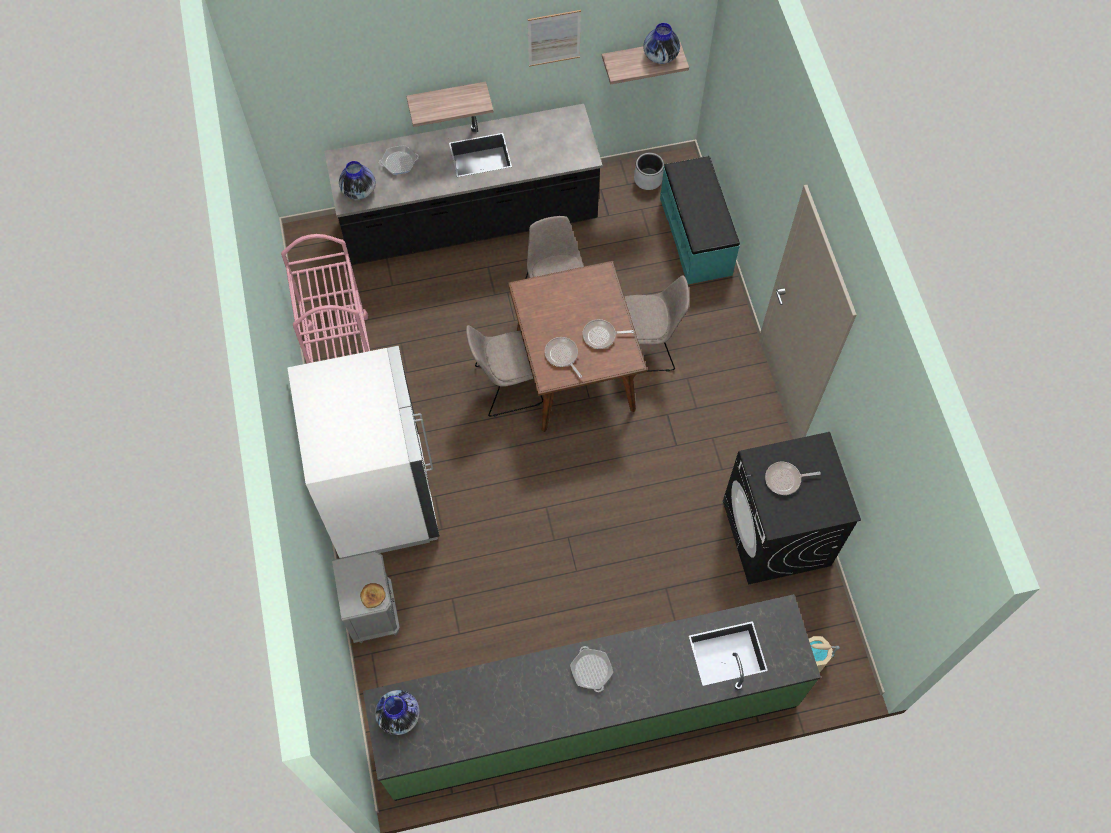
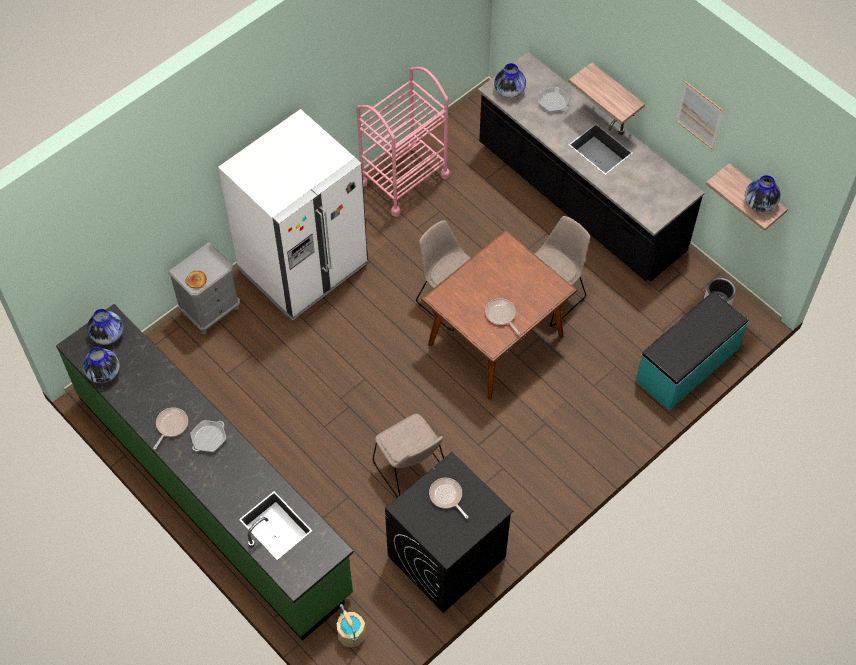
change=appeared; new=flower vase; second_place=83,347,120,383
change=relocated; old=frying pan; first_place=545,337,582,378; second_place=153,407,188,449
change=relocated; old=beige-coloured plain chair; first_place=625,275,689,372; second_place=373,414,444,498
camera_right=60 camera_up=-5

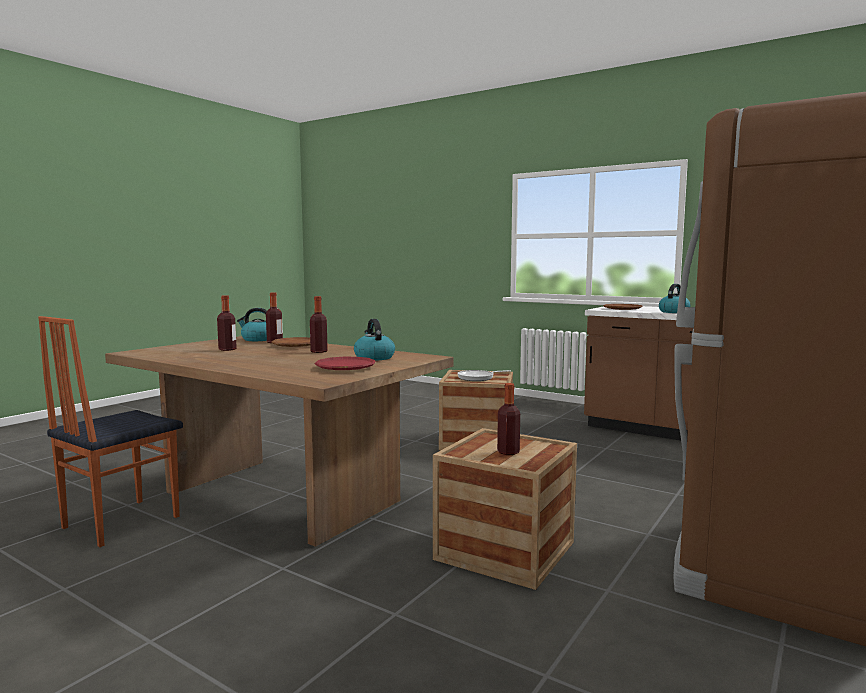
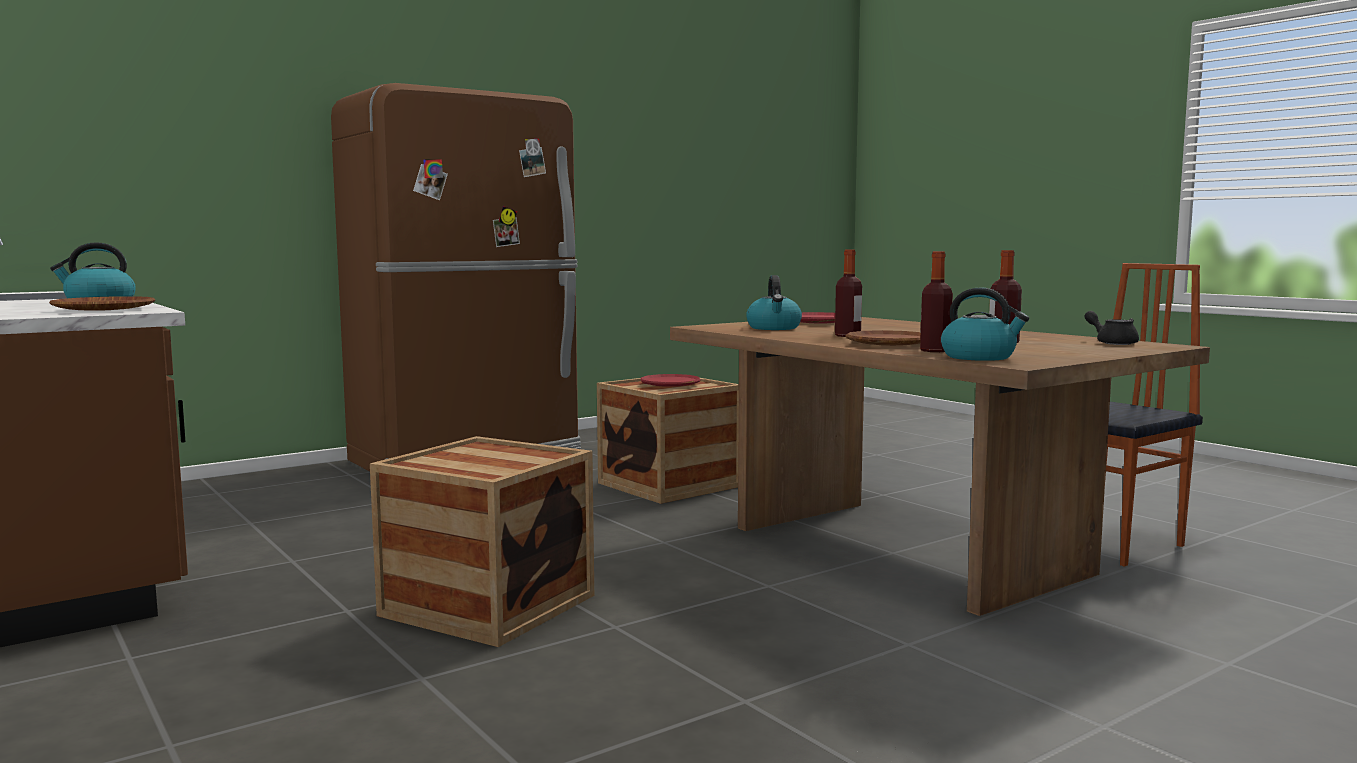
change=missing; old=frying pan; first_place=458,370,511,381
change=appeared; new=black-coloured teapot; second_place=1084,311,1139,345
change=exchanged; old=drink bottle; new=red-coloured dinner plate; first_place=497,383,520,455; second_place=640,374,701,387
camera_right=-160 camera_up=0

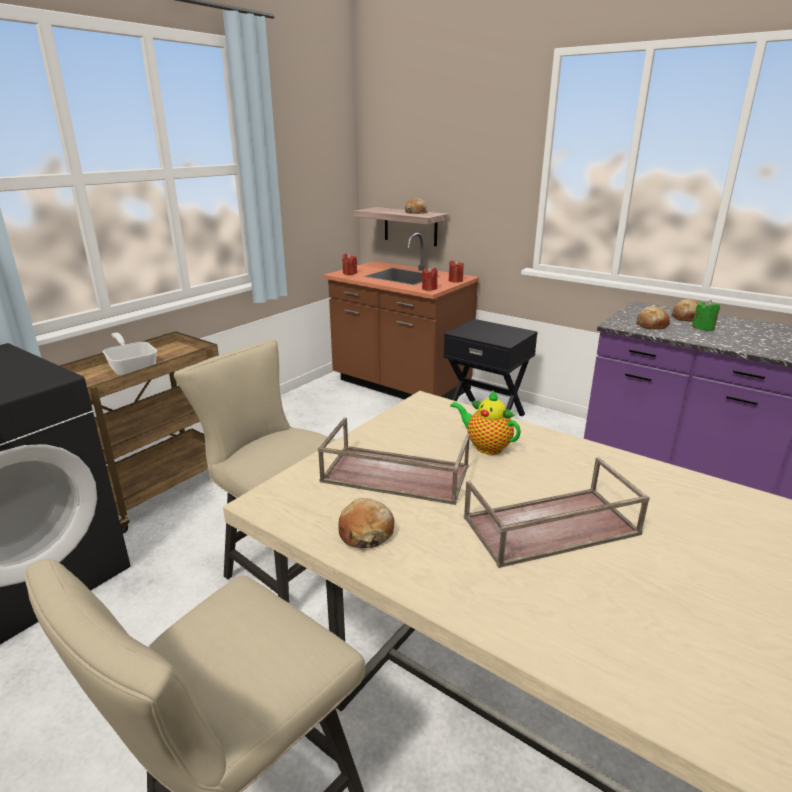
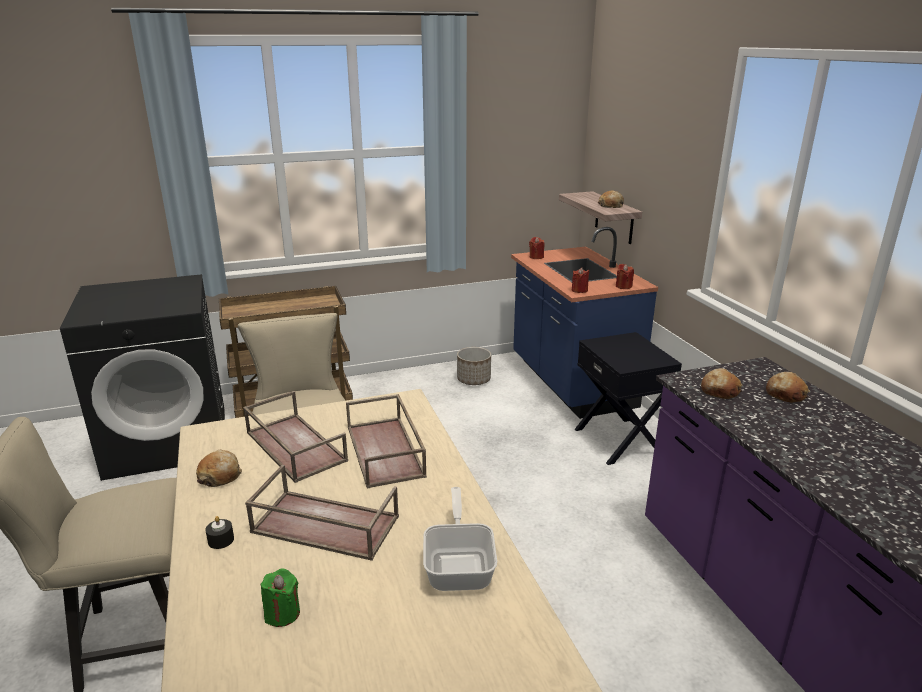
change=appeared; new=black-coloured candle; second_place=205,516,234,549
change=appeared; new=plant pot; second_place=457,347,491,385
change=relocated; old=frying pan; first_place=103,333,157,376; second_place=423,487,497,591
change=relocated; old=green candle; first_place=692,300,720,331; second_place=261,568,300,627
change=exchanged; old=teapot; new=brown-coloured carrying tray; first_place=450,390,521,455; second_place=346,394,427,489
change=colour; old=brown-coloured kitchen base unit; new=blue-coloured kitchen base unit; first_place=323,233,479,400; second_place=511,227,658,419
camera_right=35 camera_up=0

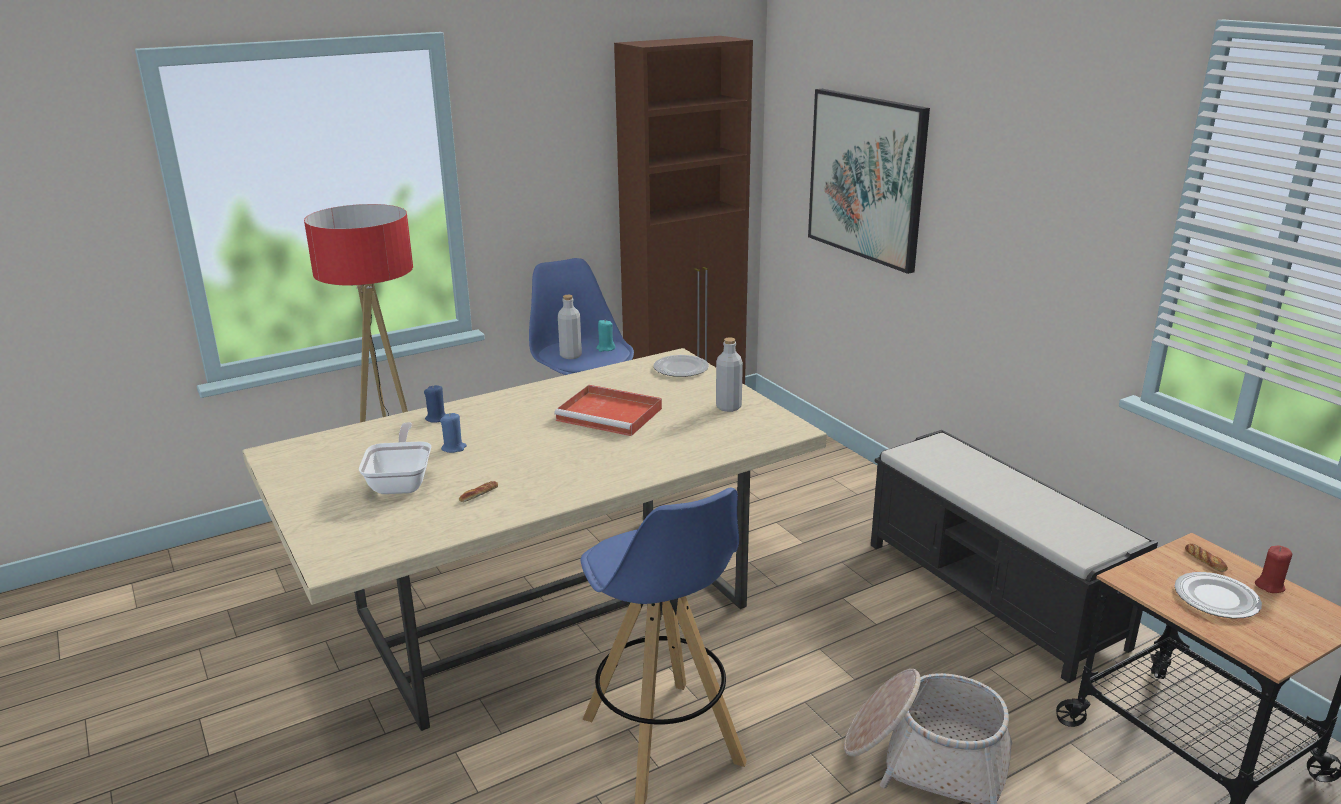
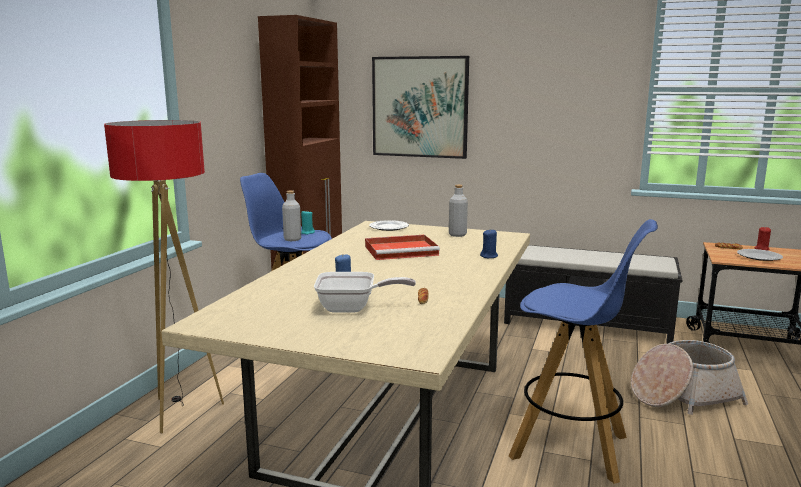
change=relocated; old=blue-coloured candle; first_place=424,385,445,423; second_place=480,230,498,258
change=spun; old=frying pan; first_place=359,422,431,494; second_place=314,272,416,312; degrees=135
camera_right=-40 camera_up=-10

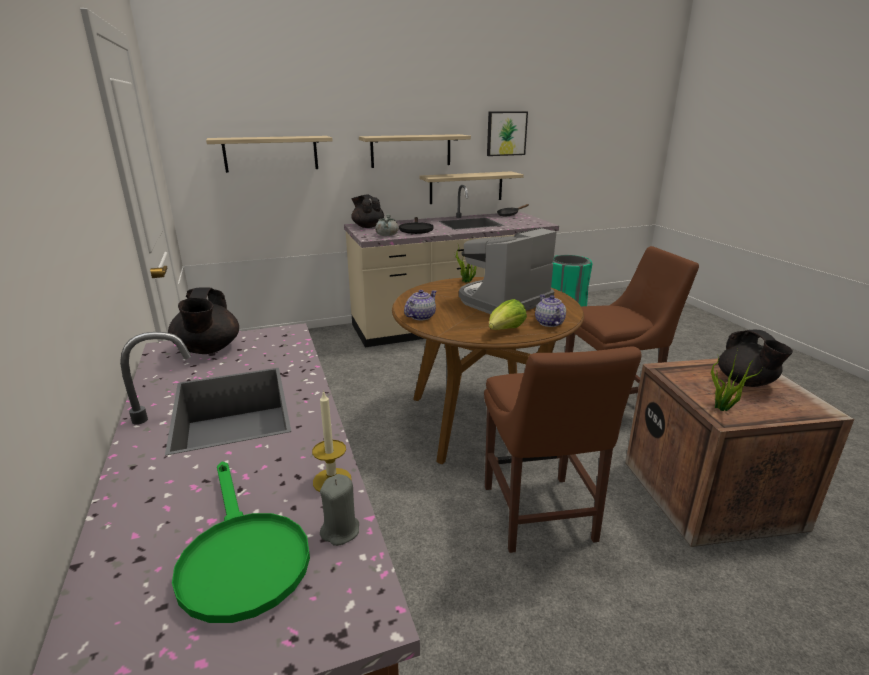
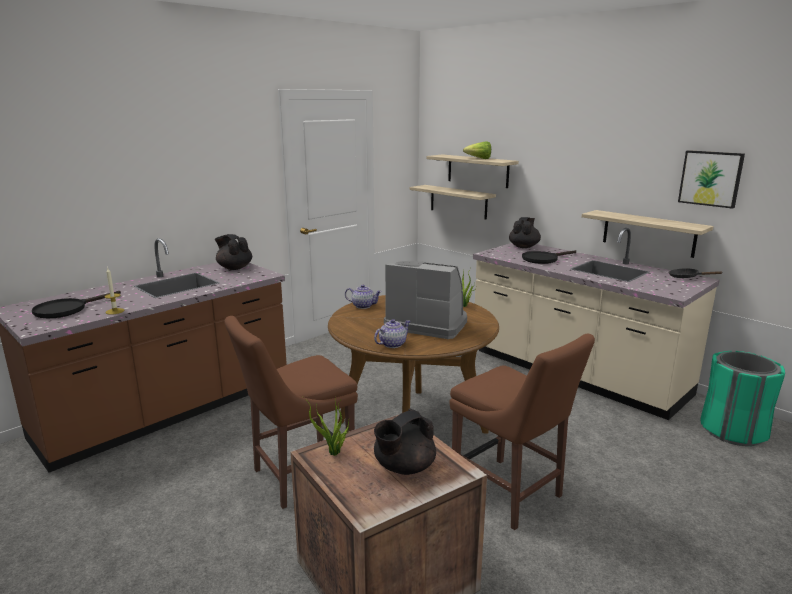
change=missing; old=greyish candle; first_place=320,474,359,546
change=missing; old=greyish saucepot; first_place=375,214,399,236
change=relocated; old=bracket shelf; first_place=359,134,471,168; second_place=410,185,496,220
change=relocated; old=lettuce head; first_place=489,299,527,330; second_place=463,141,491,159
change=colour; old=green frying pan; new=black-coloured frying pan; first_place=172,461,310,623; second_place=32,291,121,318
change=spun; old=black-coloured teapot; first_place=168,287,239,354; second_place=215,234,252,270; degrees=75
camera_right=65 camera_up=-5

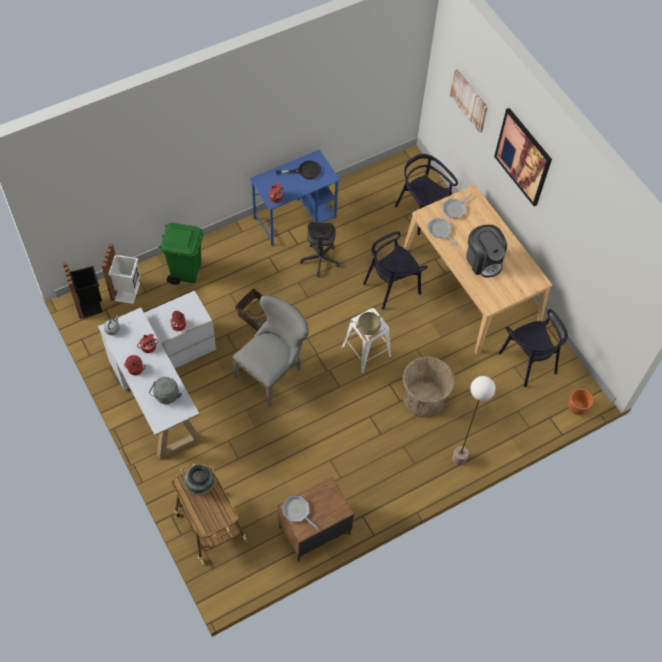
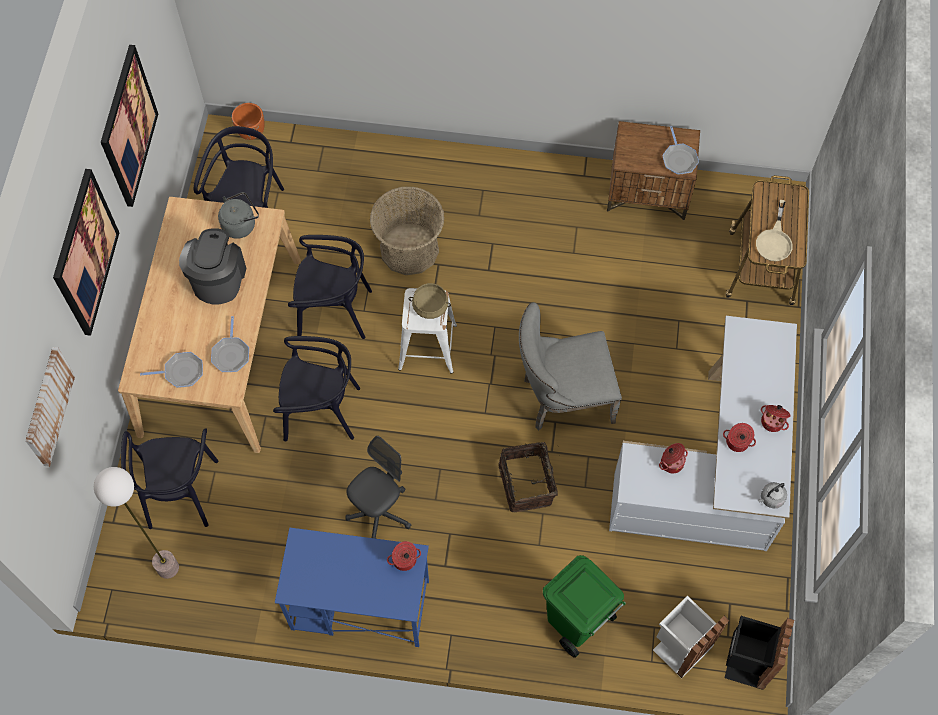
change=missing; old=black-coloured frying pan; first_place=276,161,321,179
change=appeared; new=wall art; second_place=101,45,158,207
change=appeared; new=black-coloured plain chair; second_place=288,235,372,339
change=relocated; old=greyish water kettle; first_place=149,377,182,404; second_place=218,192,259,239
change=relocated; old=standing lamp; first_place=452,376,495,466; second_place=94,467,179,579
change=exchanged; old=flower vase; new=beige-coloured frying pan; first_place=185,465,215,495; second_place=756,200,792,261
camera_right=-140 camera_up=5

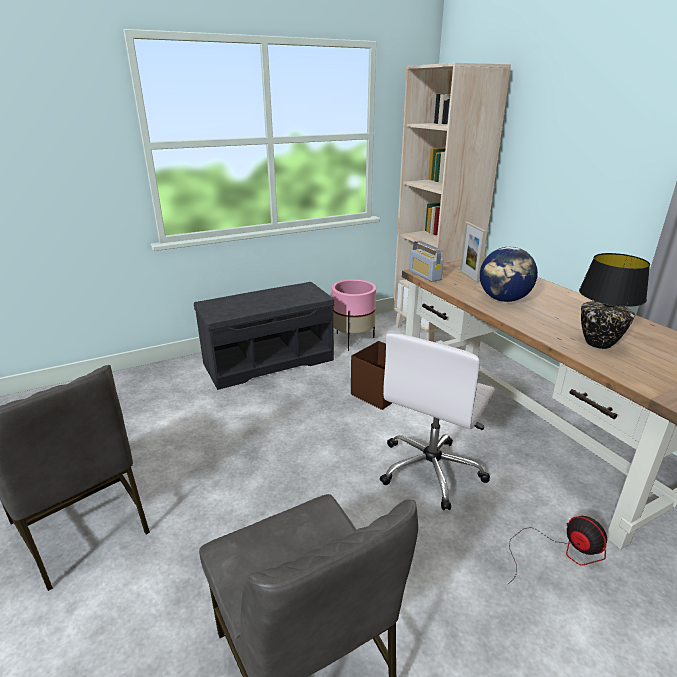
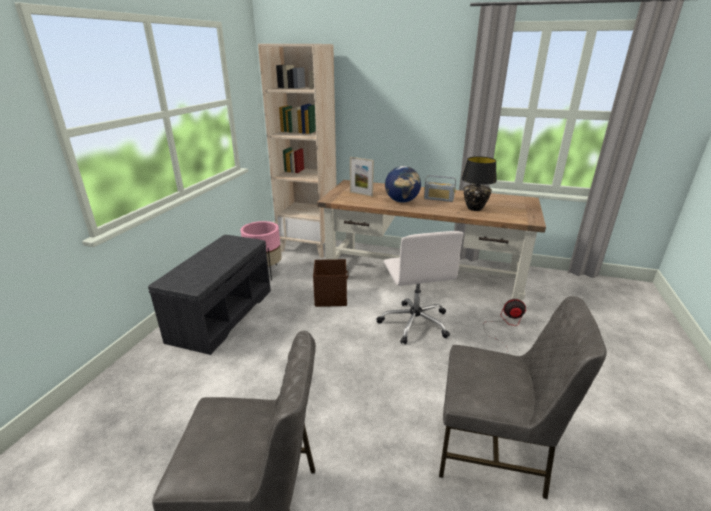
change=relocated; old=radio set; first_place=409,241,443,282; second_place=424,175,456,202
camera_right=-45 camera_up=0

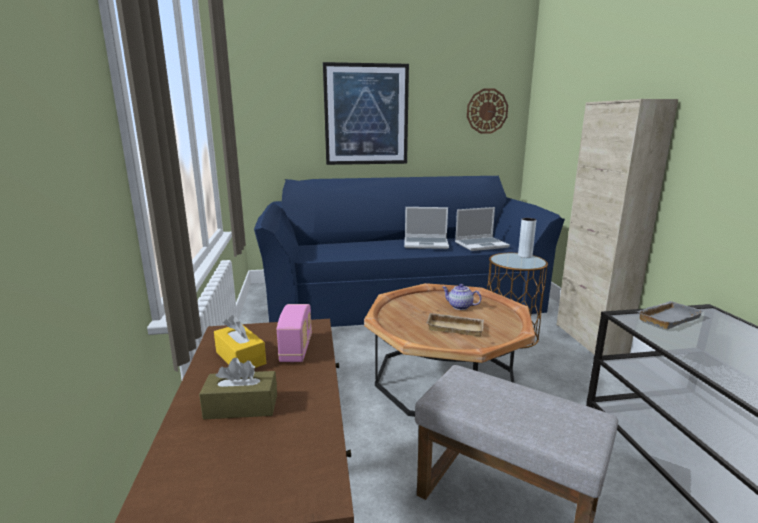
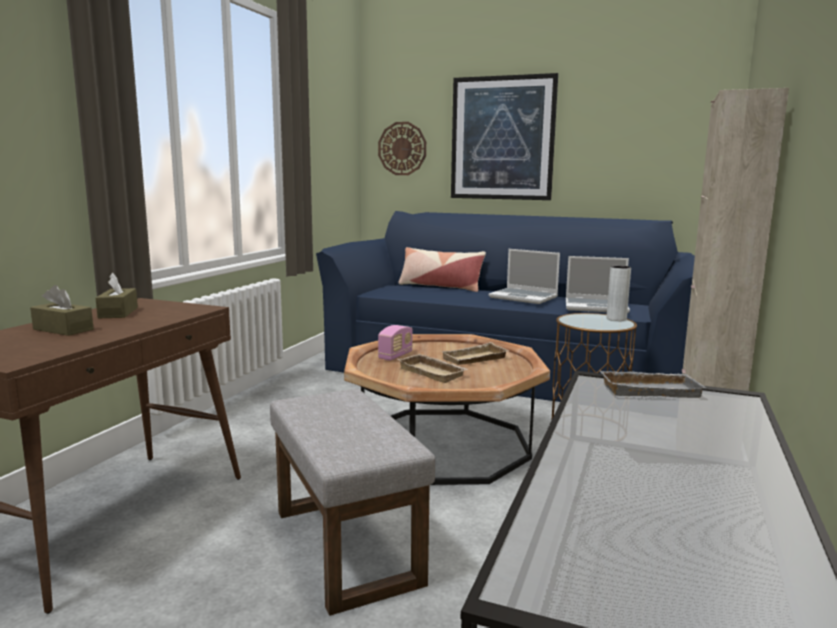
change=appeared; new=throw pillow; second_place=398,247,486,292
change=relocated; old=radio set; first_place=277,304,312,362; second_place=378,325,413,361
change=relocated; old=hanging clock; first_place=467,88,508,134; second_place=378,122,426,175
change=exchanged; old=teapot; new=beige-coloured carrying tray; first_place=442,284,481,310; second_place=441,342,510,365
change=colour; old=yellow tissue box; new=brown-coloured tissue box; first_place=214,315,266,368; second_place=96,273,138,318
camera_right=30 camera_up=-5

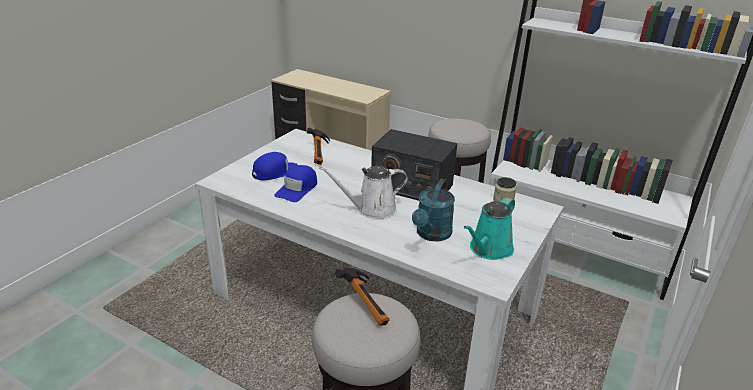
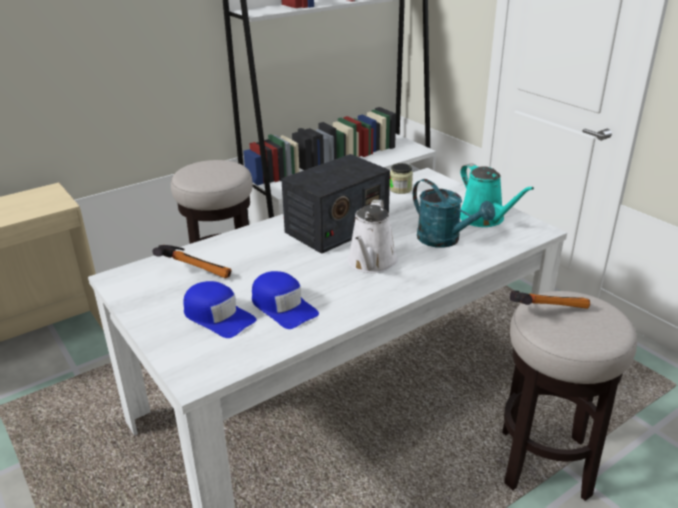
change=spun; old=blue-coloured peaked cap; first_place=252,152,298,180; second_place=183,281,256,338; degrees=135
camera_right=-65 camera_up=0

